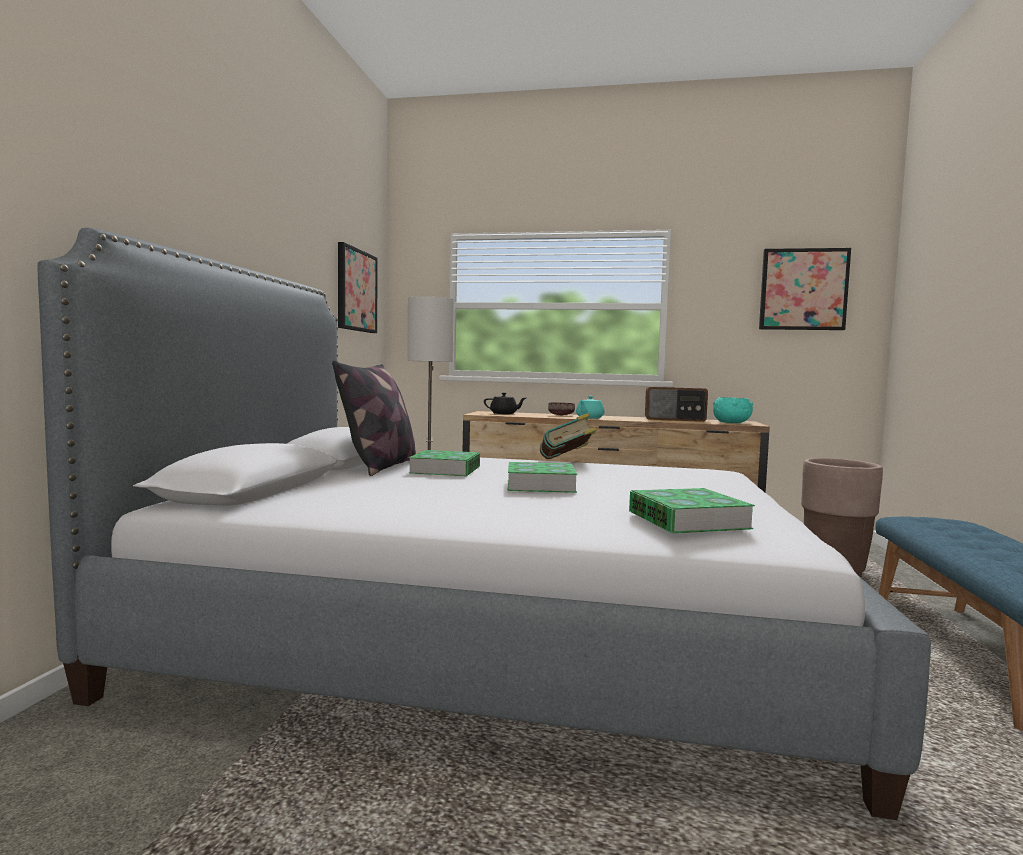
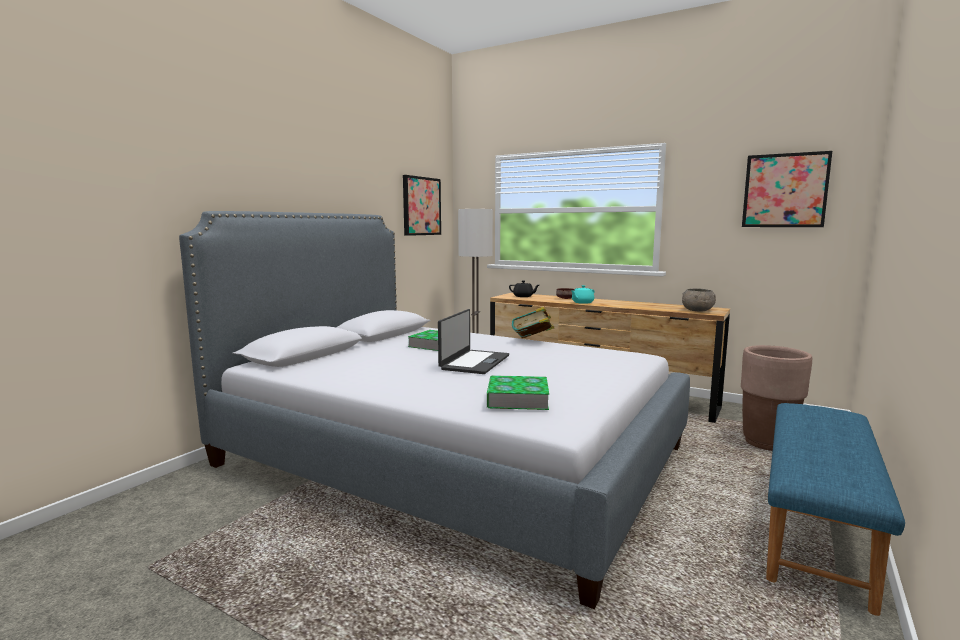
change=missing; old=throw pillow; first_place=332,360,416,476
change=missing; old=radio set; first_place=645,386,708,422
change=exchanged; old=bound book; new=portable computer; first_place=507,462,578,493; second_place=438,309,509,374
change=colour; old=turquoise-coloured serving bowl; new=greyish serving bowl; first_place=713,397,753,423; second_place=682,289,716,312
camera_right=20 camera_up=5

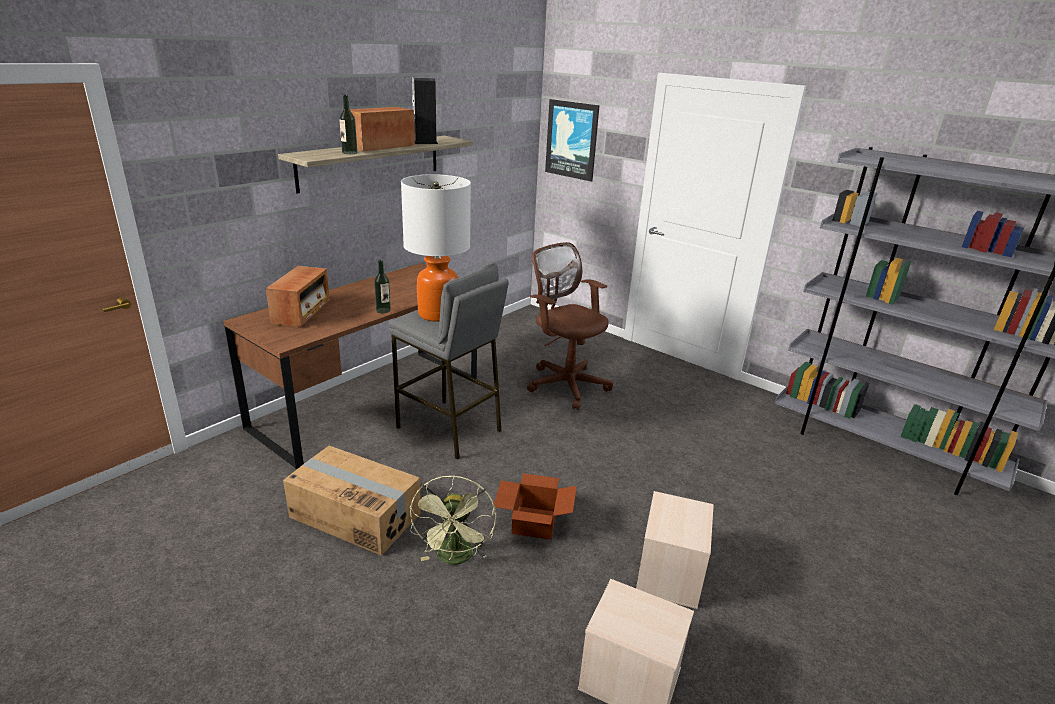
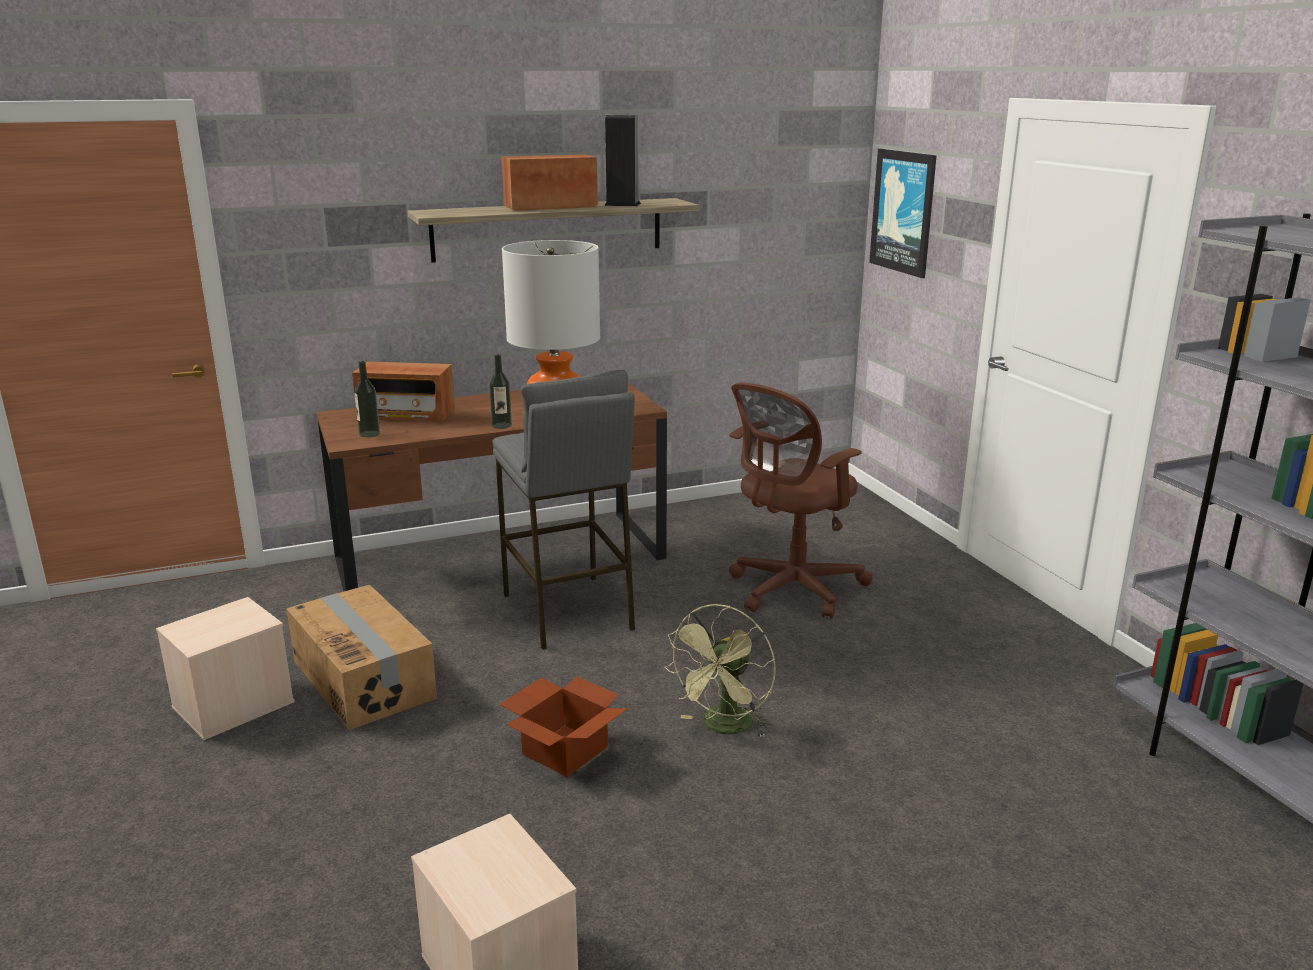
change=relocated; old=drink bottle; first_place=339,95,357,154; second_place=354,361,380,437
change=relocated; old=green fan; first_place=410,475,496,565; second_place=664,604,776,738
change=relocated; old=beige-coloured storage box; first_place=636,491,714,609; second_place=156,597,295,740
change=spun; old=radio set; first_place=266,266,330,327; second_place=352,361,455,422; degrees=60
change=spun; old=brown-coloured office chair; first_place=527,242,613,410; second_place=729,382,873,619; degrees=-120
camera_right=30 camera_up=-5

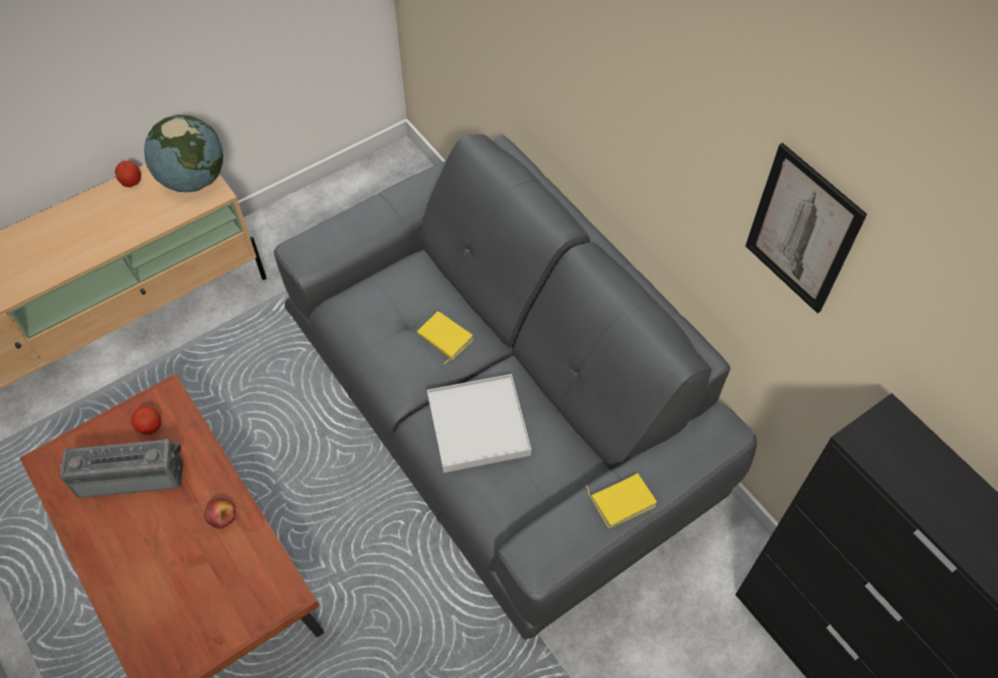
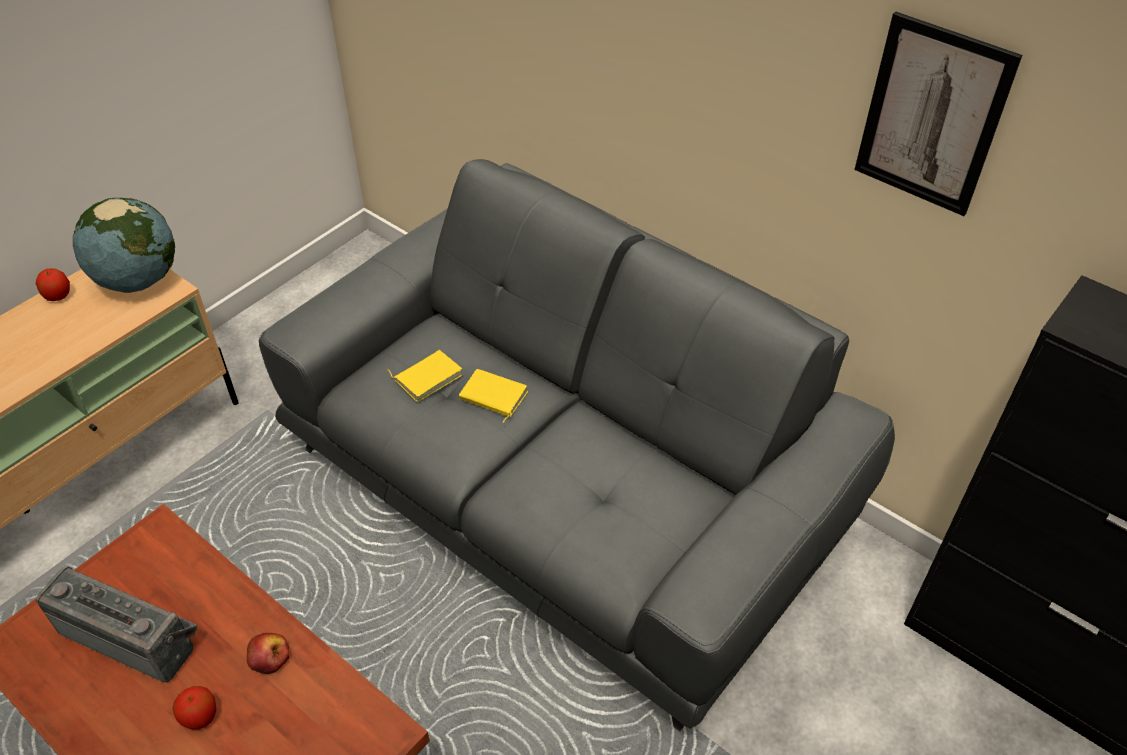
change=missing; old=white-coloured carrying tray; first_place=427,374,531,473
change=relocated; old=apple fruit; first_place=131,406,161,435; second_place=172,686,216,730
change=relocated; old=yellow bound book; first_place=586,473,657,528; second_place=388,350,463,402
change=spun; old=radio set; first_place=60,439,183,498; second_place=36,566,197,682; degrees=45
camera_right=-15 camera_up=-10

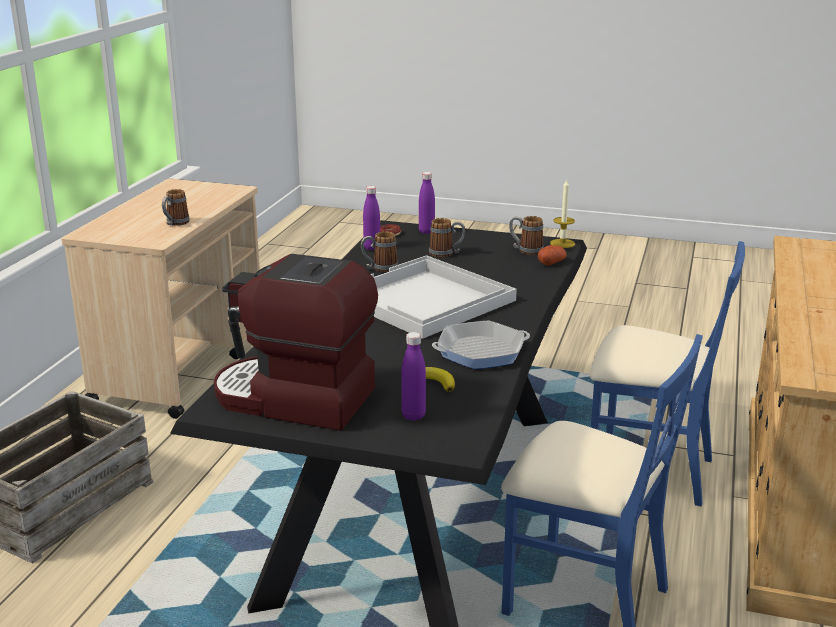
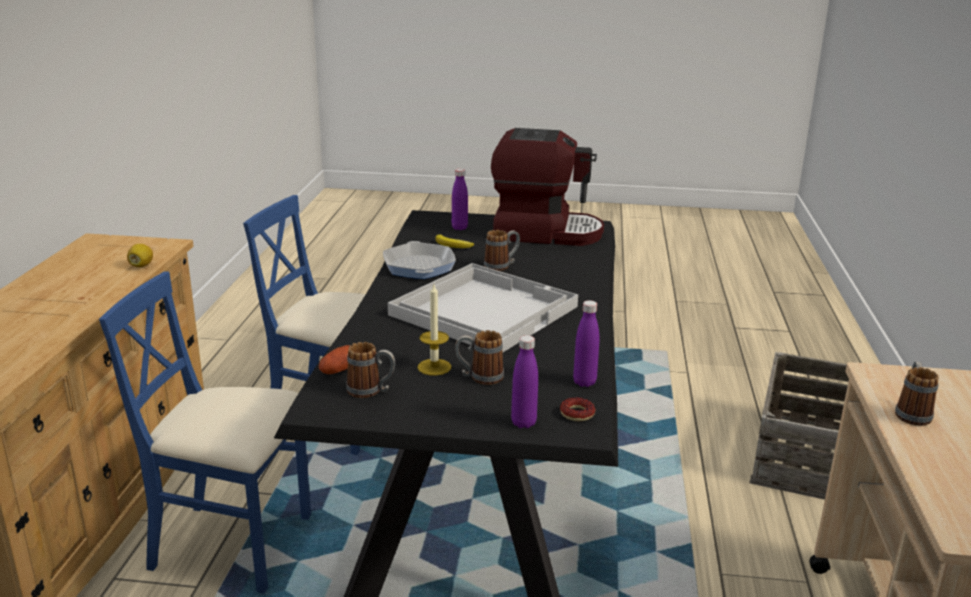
change=appeared; new=whole lemon; second_place=127,244,153,267
change=relocated; old=coffee mug; first_place=361,231,398,272; second_place=484,230,520,271
change=relocated; old=candle; first_place=550,178,575,248; second_place=417,284,451,376
change=spun; old=frying pan; first_place=432,320,530,369; second_place=383,241,456,279; degrees=-75
camera_right=170 camera_up=0

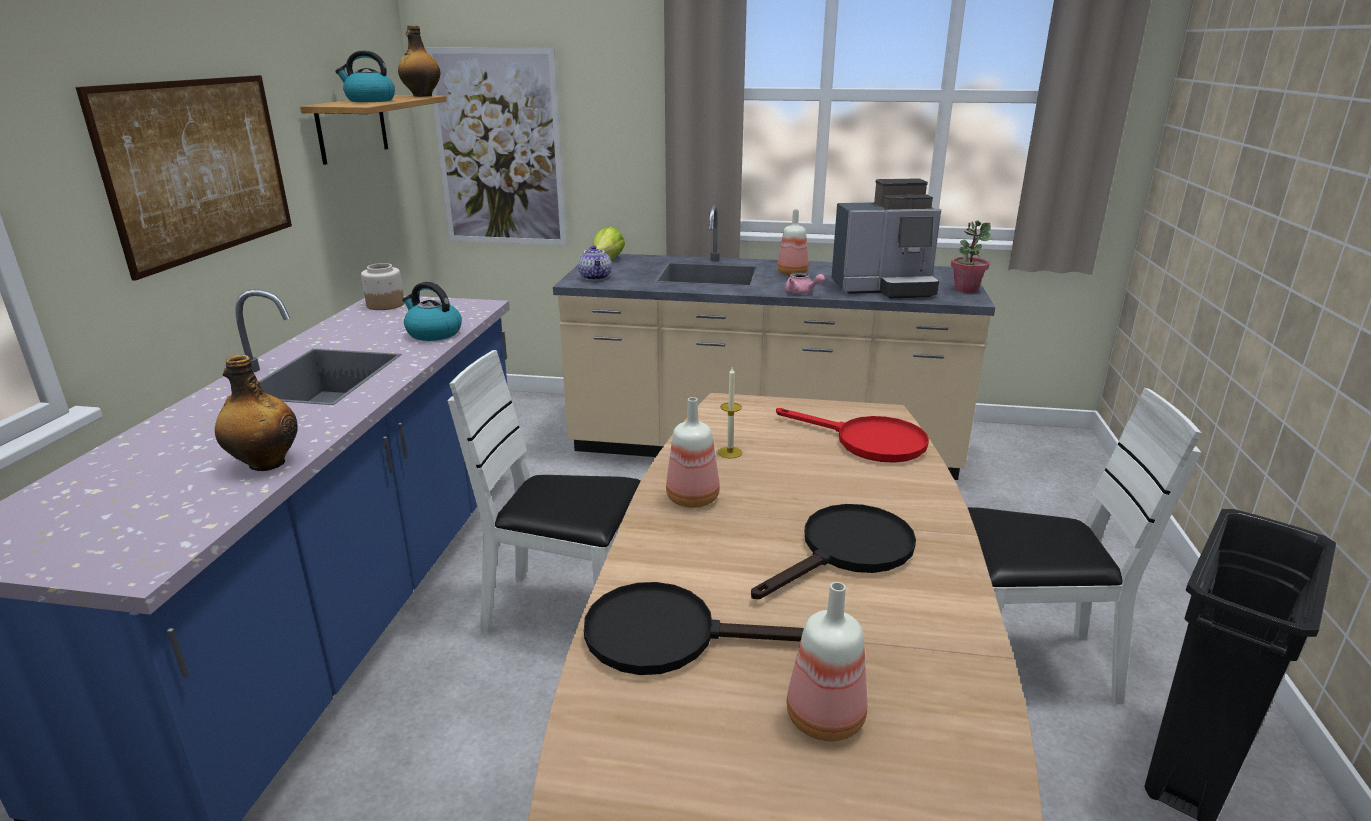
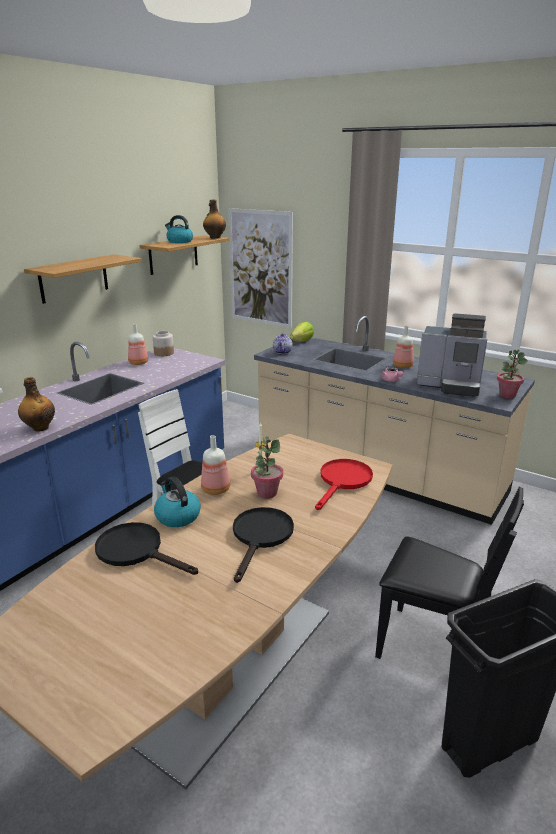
change=appeared; new=plant in a pot; second_place=251,436,283,499
change=relocated; old=water kettle; first_place=402,282,462,341; second_place=154,477,201,527
change=relocated; old=drink bottle; first_place=787,582,867,742; second_place=128,324,148,365
change=exchanged; old=wall art; new=bracket shelf; first_place=75,75,292,281; second_place=24,254,142,304
change=colour; old=white-coloured plain chair; new=black-coloured plain chair; first_place=967,388,1202,704; second_place=375,487,524,659
change=spun; old=black-coloured frying pan; first_place=751,504,916,599; second_place=233,507,294,583; degrees=-60
change=spun; old=red-coloured frying pan; first_place=776,408,929,463; second_place=315,459,373,510; degrees=-120
camera_right=25 camera_up=0

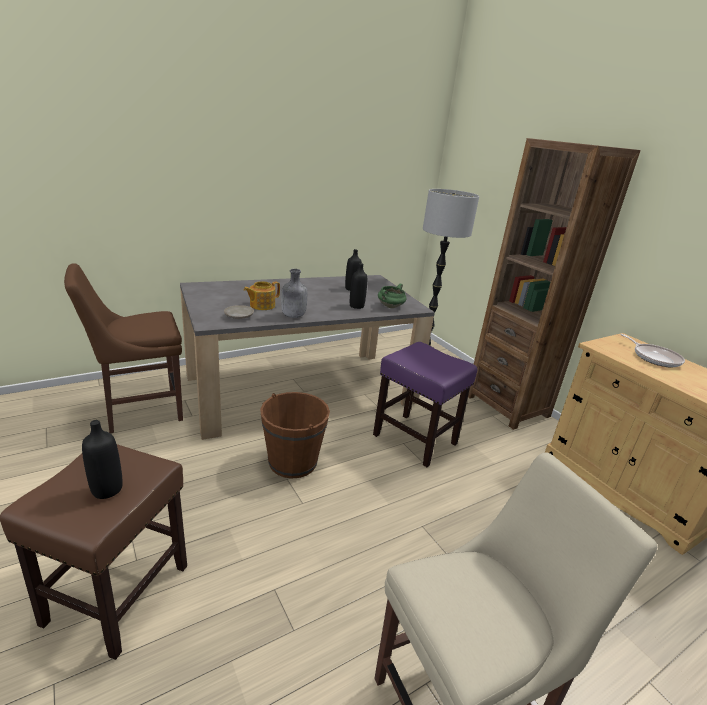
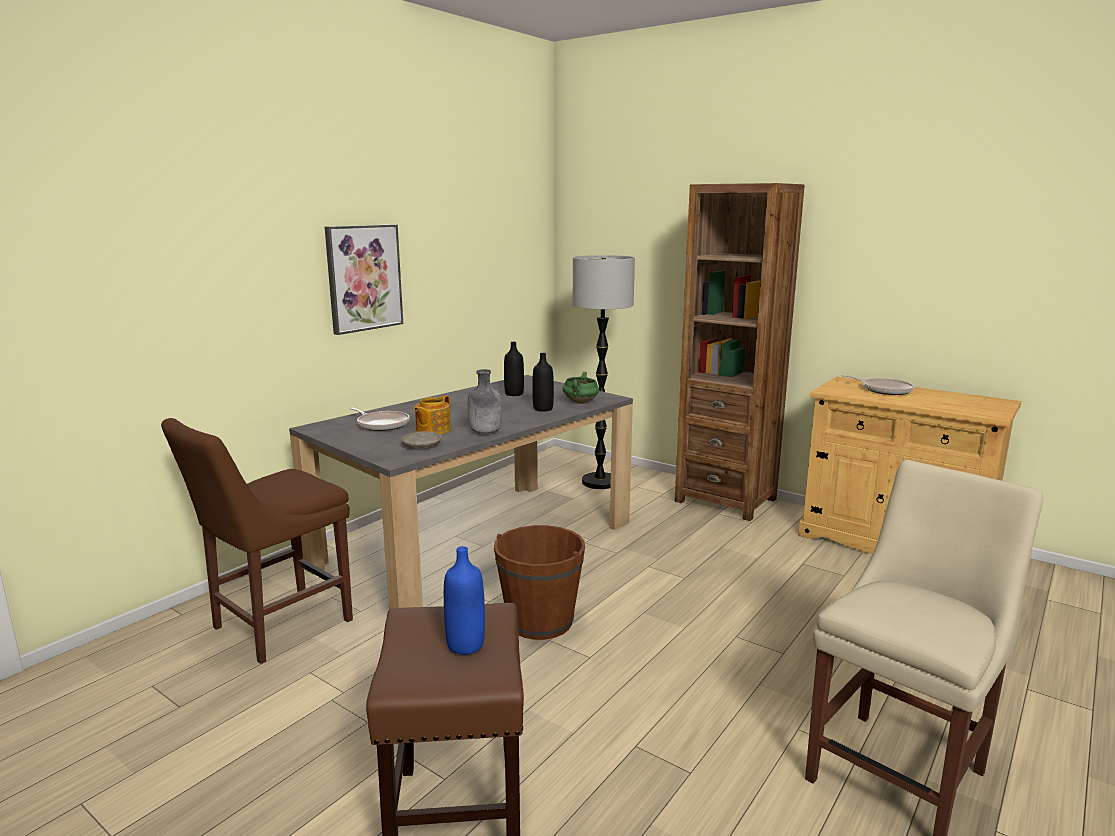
change=missing; old=purple stool; first_place=373,342,478,467
change=appeared; new=wall art; second_place=325,224,403,335
change=appeared; new=frying pan; second_place=349,407,410,431
change=colour; old=black-coloured drink bottle; new=blue-coloured drink bottle; first_place=82,420,123,499; second_place=444,546,485,655
camera_right=-20 camera_up=-10

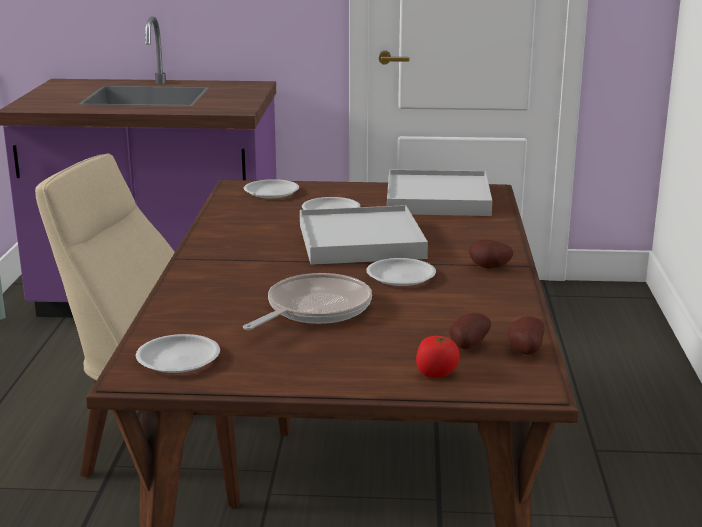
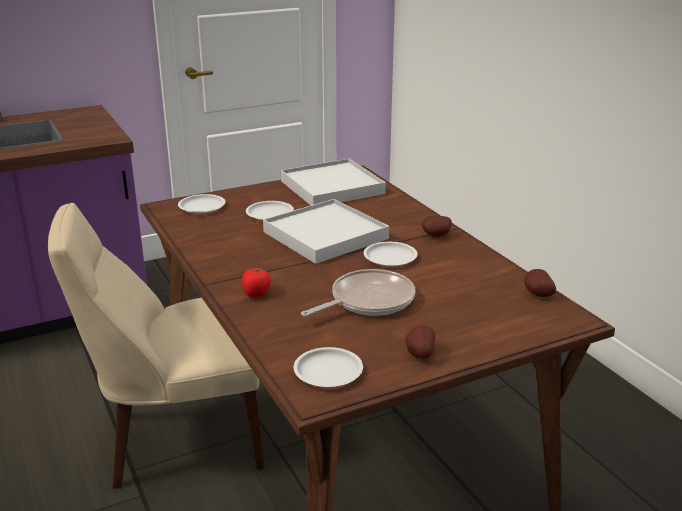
change=relocated; old=fresh tomato; first_place=416,336,460,378; second_place=242,268,271,298
change=relocated; old=spud; first_place=449,313,491,349; second_place=405,325,435,359
change=spun; old=frying pan; first_place=243,273,372,330; second_place=301,269,416,317; degrees=45
camera_right=-30 camera_up=5

